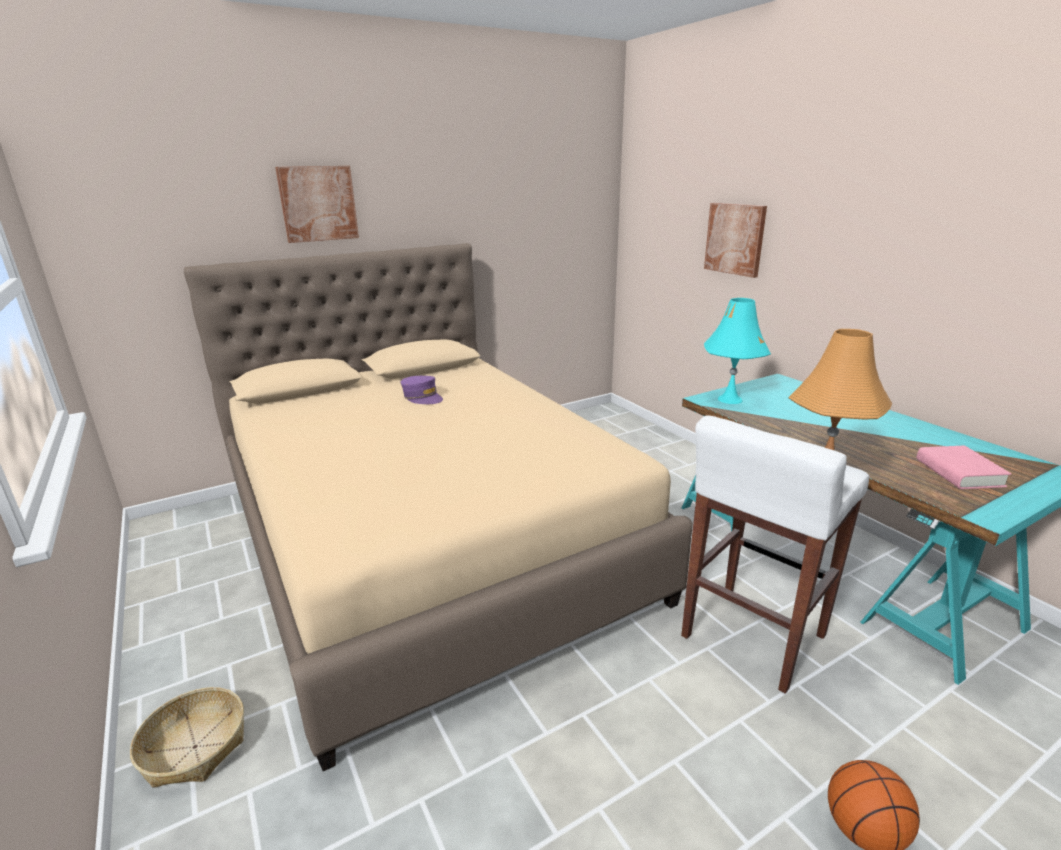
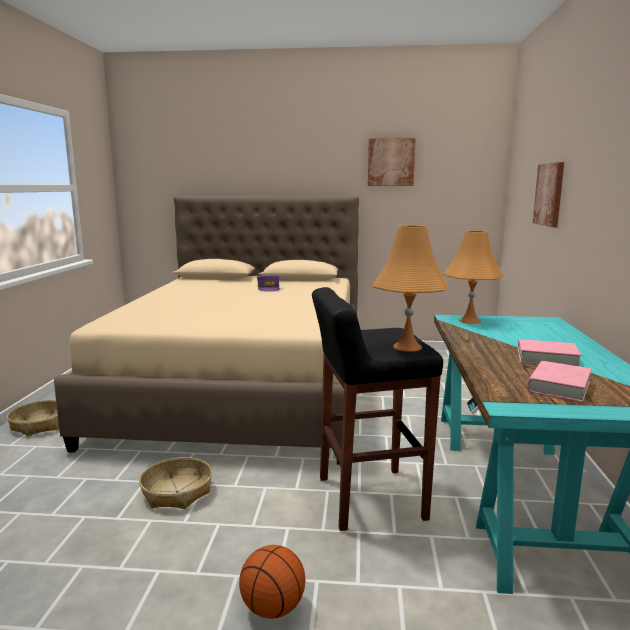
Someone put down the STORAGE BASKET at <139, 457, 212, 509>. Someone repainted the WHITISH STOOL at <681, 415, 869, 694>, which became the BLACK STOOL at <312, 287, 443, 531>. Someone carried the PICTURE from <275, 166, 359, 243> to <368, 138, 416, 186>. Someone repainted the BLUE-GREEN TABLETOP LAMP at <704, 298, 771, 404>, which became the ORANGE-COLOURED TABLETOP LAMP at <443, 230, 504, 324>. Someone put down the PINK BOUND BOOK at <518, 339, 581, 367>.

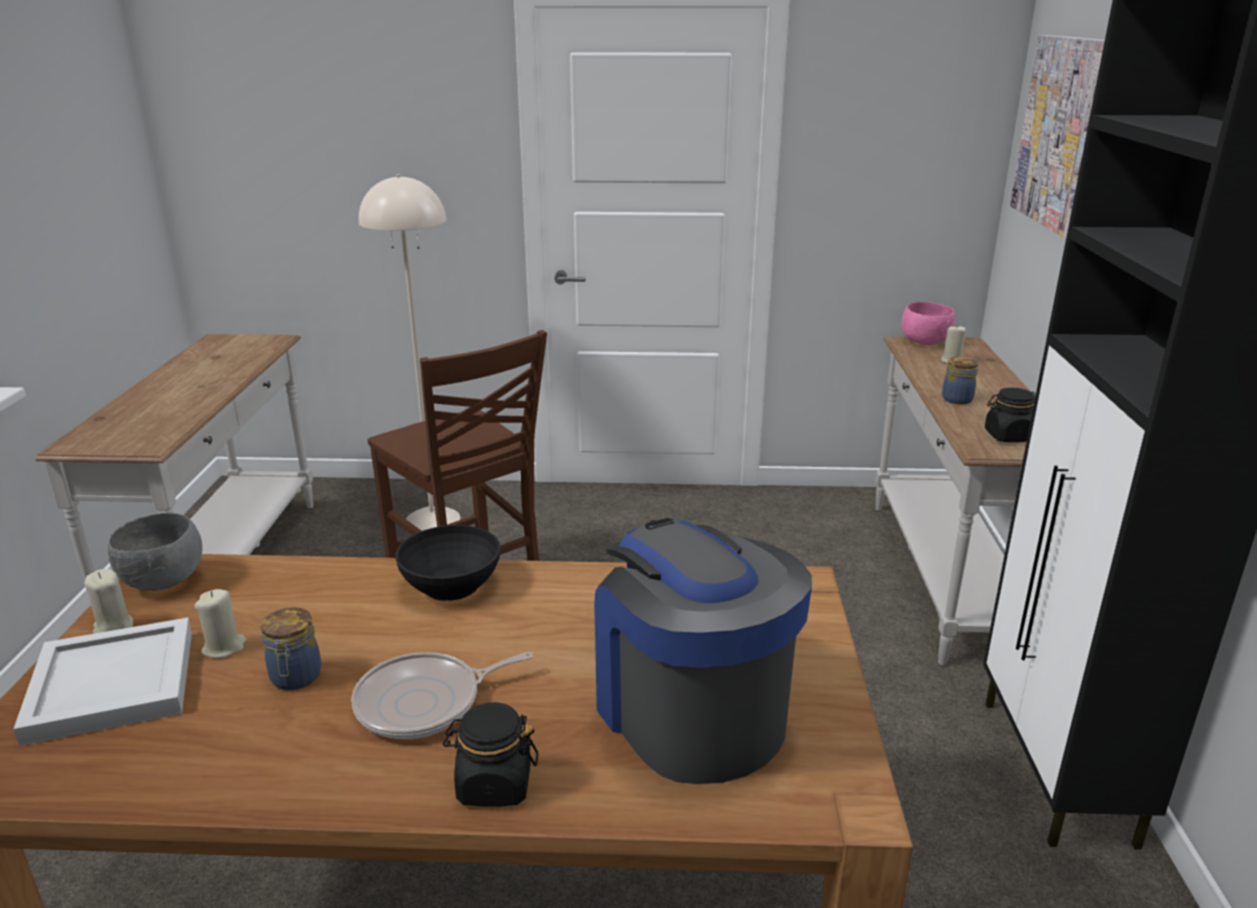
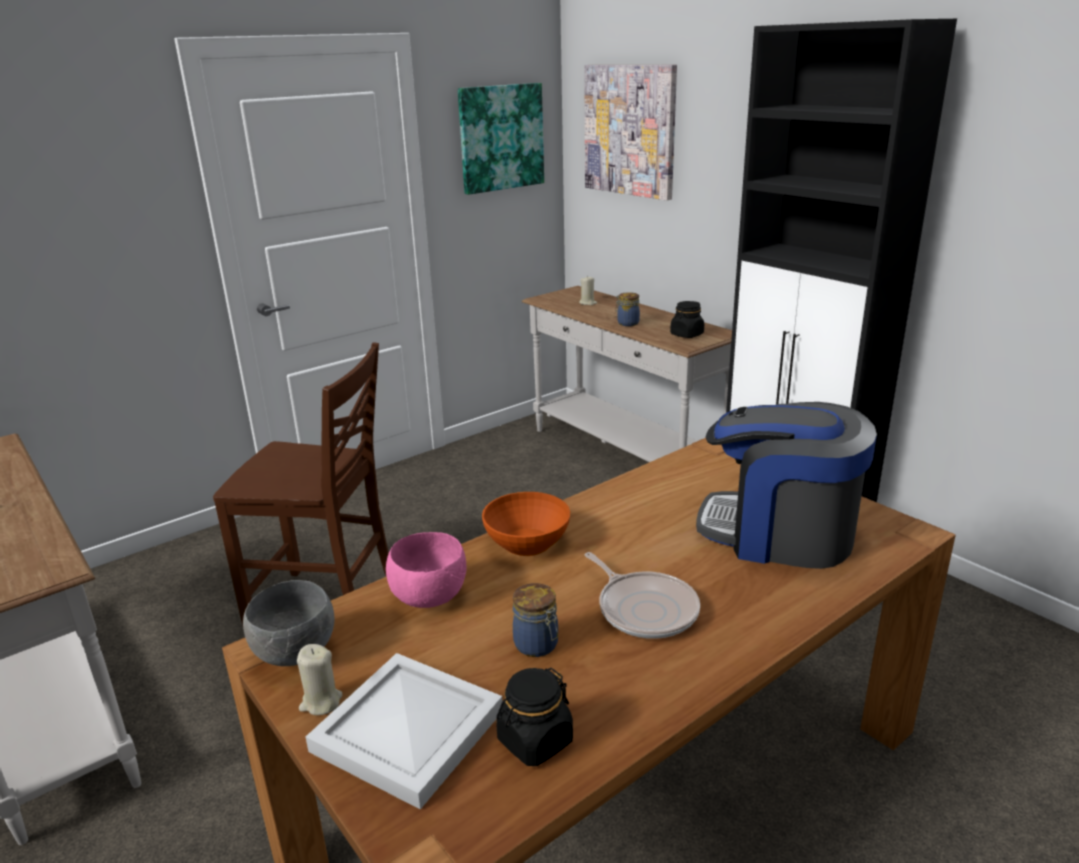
Someone carried the PINK SERVING BOWL from <901, 302, 955, 345> to <386, 532, 467, 608>. Someone put up the PICTURE at <458, 83, 544, 195>. Someone repainted the BLACK SERVING BOWL at <395, 525, 501, 601>, which became the ORANGE-COLOURED SERVING BOWL at <482, 492, 570, 556>. Someone carried the BLACK PRESERVE JAR from <443, 702, 539, 806> to <496, 668, 573, 766>. Someone rotated the PAN at <351, 652, 533, 739> by 60 degrees counterclockwise. Someone took away the BEIGE-COLOURED CANDLE at <195, 589, 246, 658>. Someone took away the BEIGE-COLOURED STANDING LAMP at <359, 174, 460, 531>.

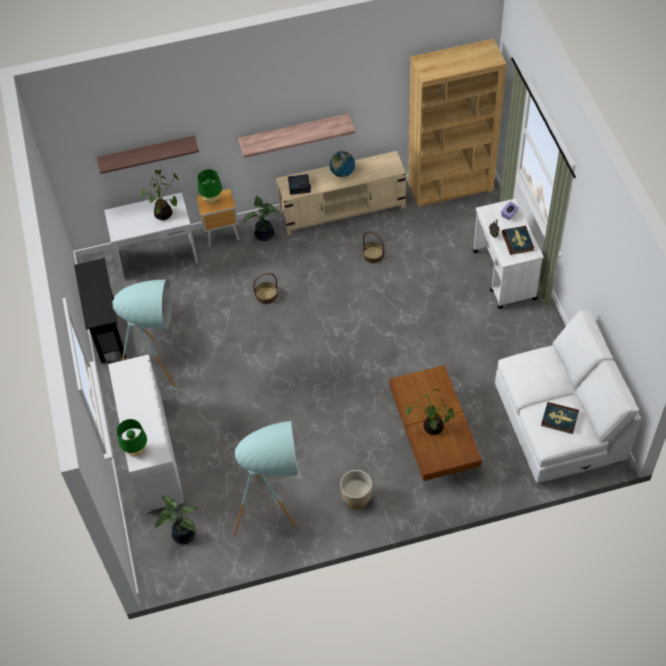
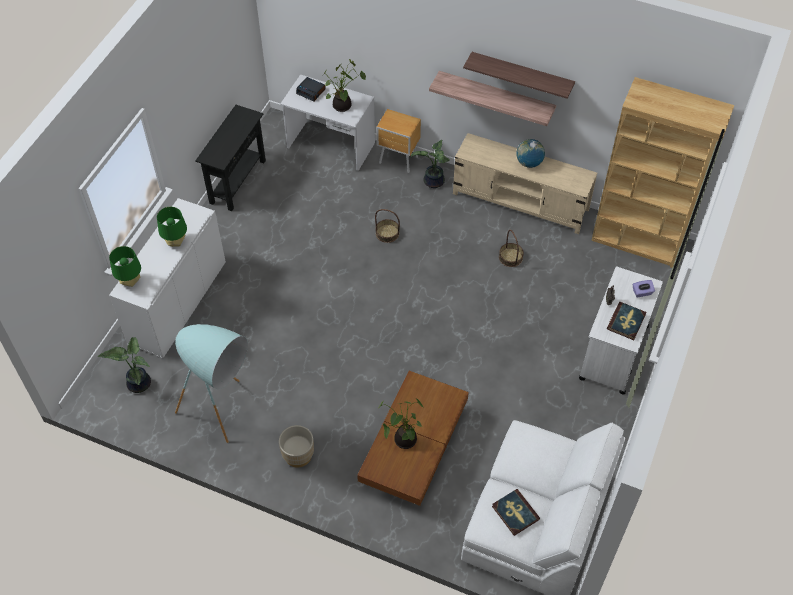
Someone carried the GREEN TABLETOP LAMP from <198, 169, 222, 205> to <157, 207, 187, 247>. Someone carried the BEDSIDE CLOCK from <288, 174, 311, 195> to <296, 77, 326, 101>. Someone carried the WALL SHELF from <97, 136, 199, 174> to <463, 52, 575, 99>. Someone took away the BLUE-GREEN STANDING LAMP at <112, 280, 175, 387>.

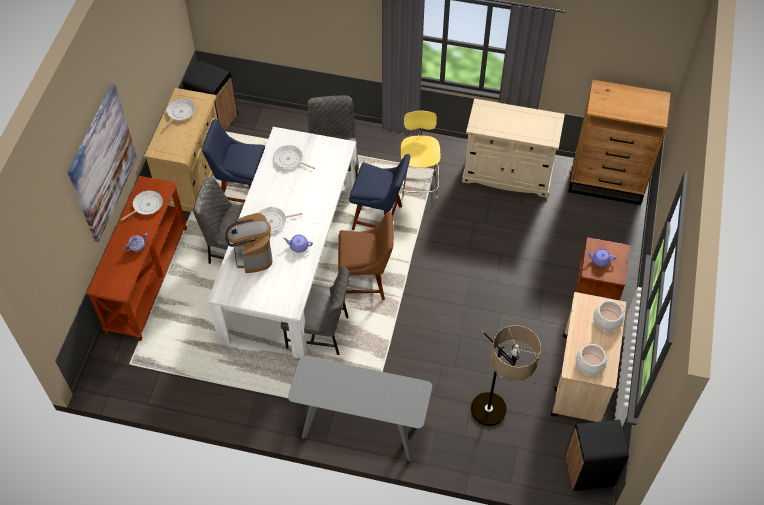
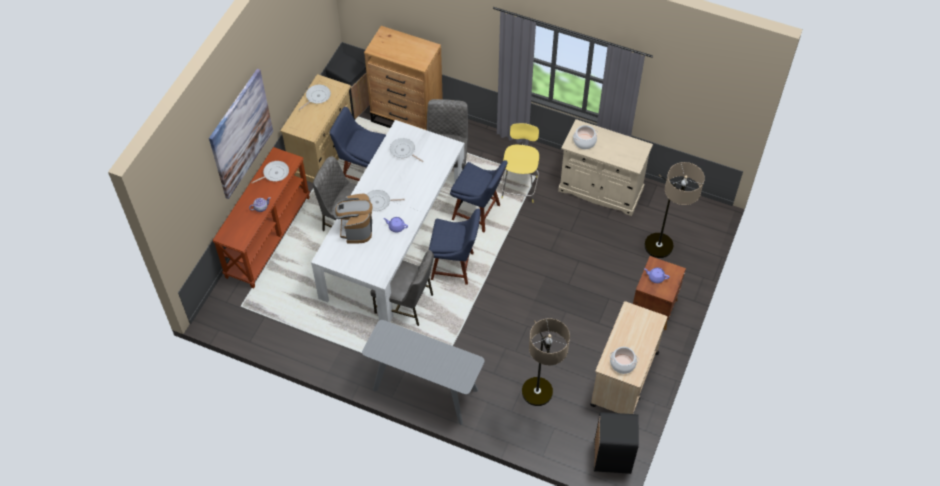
Someone carried the BROWNISH CHEST OF DRAWERS from <568, 80, 671, 205> to <364, 26, 443, 130>. Someone repainted the BROWNISH PLAIN CHAIR at <338, 212, 394, 301>, which became the BLUISH PLAIN CHAIR at <429, 209, 481, 285>. Someone carried the STOCKPOT from <593, 301, 625, 331> to <573, 125, 598, 149>. Someone put down the STANDING LAMP at <644, 162, 705, 258>.

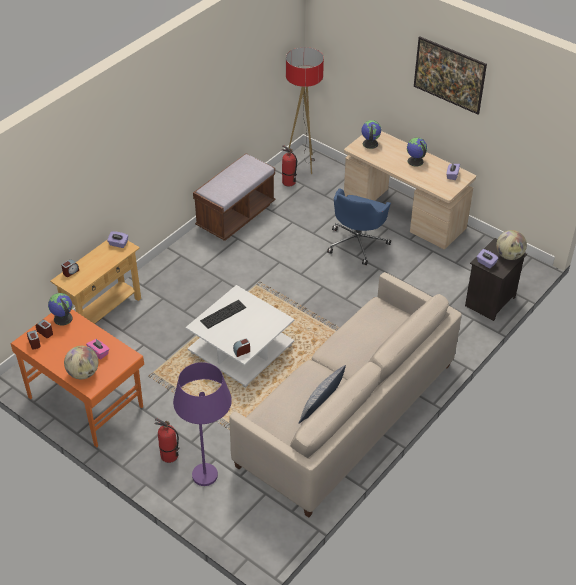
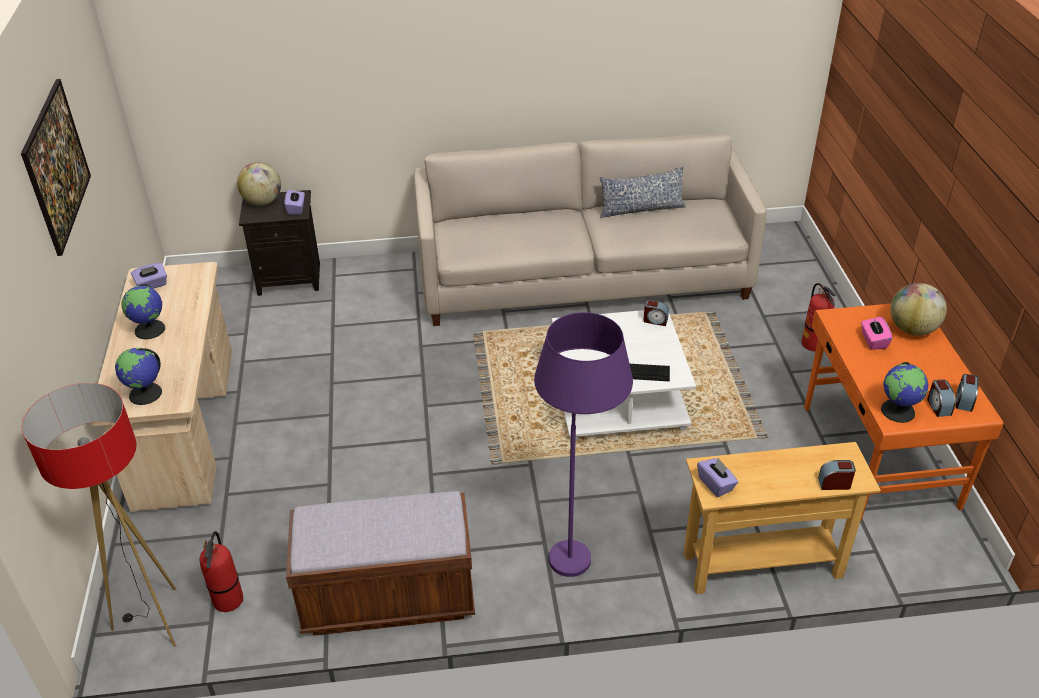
Someone carried the PURPLE-COLOURED STANDING LAMP from <173, 362, 232, 486> to <534, 312, 633, 577>. Someone took away the BLUISH OFFICE CHAIR at <327, 188, 391, 265>.

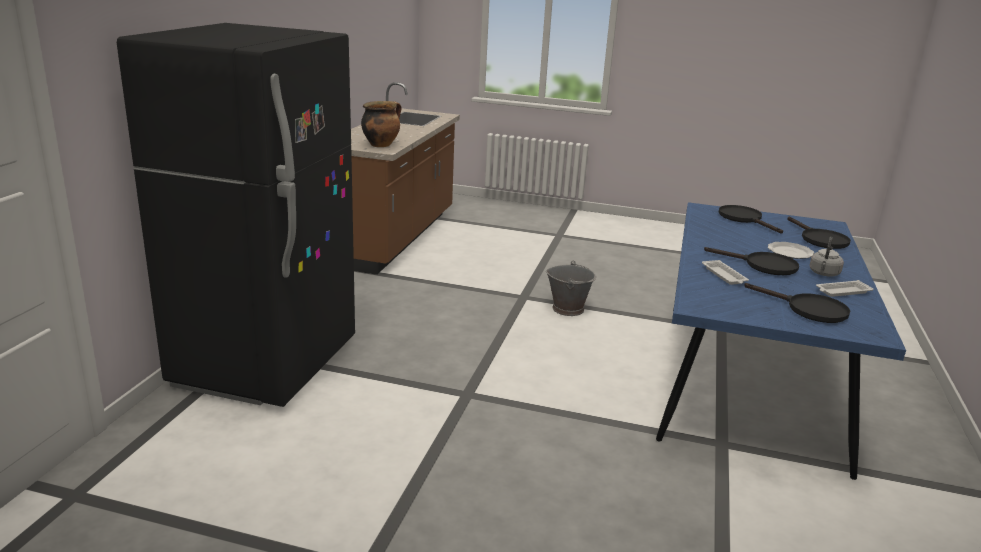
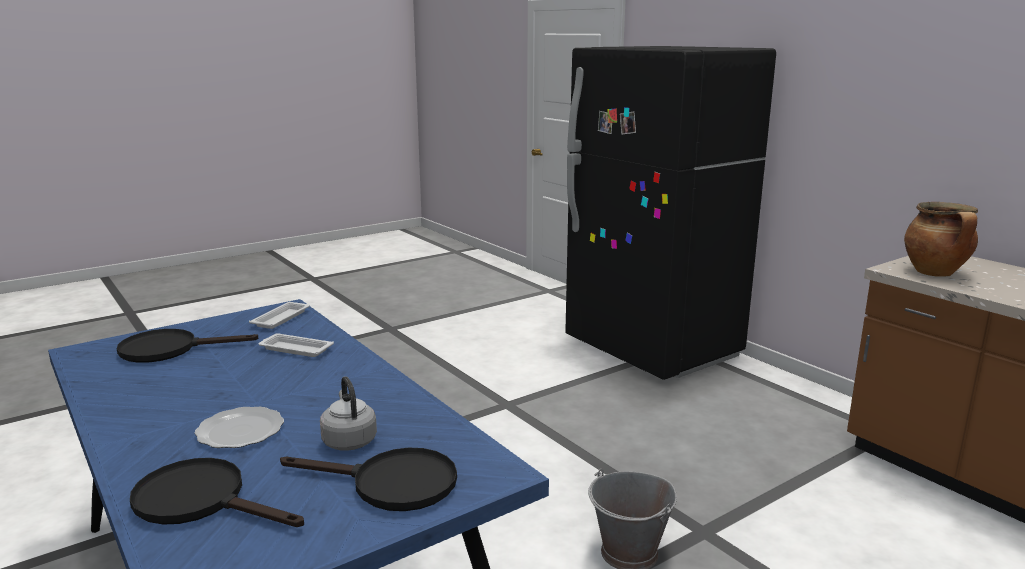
Someone carried the WHITISH CARRYING TRAY from <816, 280, 874, 297> to <249, 302, 310, 329>. Someone carried the GRAY WATER KETTLE from <810, 237, 844, 277> to <320, 376, 377, 451>. Someone took away the BLACK PAN at <704, 247, 799, 275>.

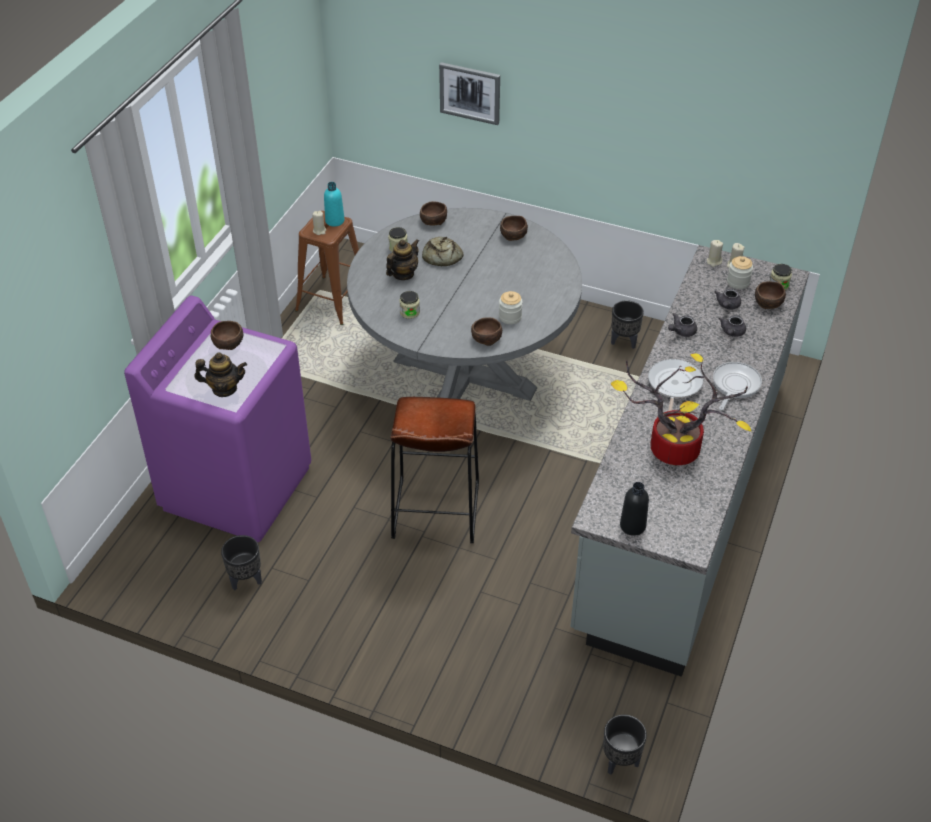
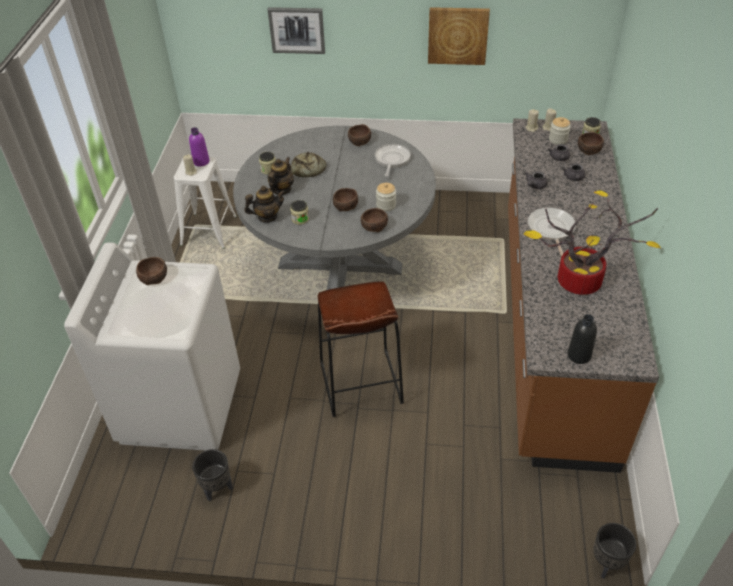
Someone repainted the PURPLE-COLOURED LAUNDRY APPLIANCE at <124, 296, 311, 542>, which became the WHITISH LAUNDRY APPLIANCE at <64, 242, 240, 451>. Someone repainted the BROWNISH STOOL at <295, 211, 359, 325>, which became the WHITISH STOOL at <174, 157, 237, 249>. Someone repainted the BLUE-GREEN BOTTLE at <324, 182, 345, 227>, which became the PURPLE-COLOURED BOTTLE at <189, 127, 209, 166>. Someone carried the TEA POT from <194, 352, 247, 397> to <244, 186, 285, 223>. Someone carried the BROWNISH SERVING BOWL from <420, 201, 447, 226> to <333, 188, 358, 211>. Someone carried the PAN from <713, 362, 762, 410> to <375, 144, 411, 177>. Someone put up the PICTURE at <428, 7, 490, 65>. Someone repainted the GRAY COUNTER at <570, 245, 809, 677>, which became the BROWNISH COUNTER at <508, 119, 659, 473>. Someone took away the BLACK PLANTER at <611, 300, 644, 349>.

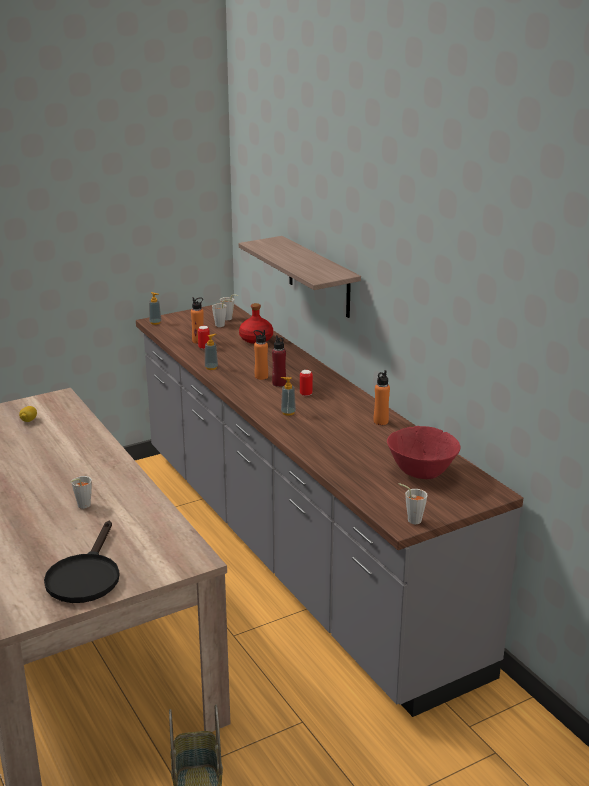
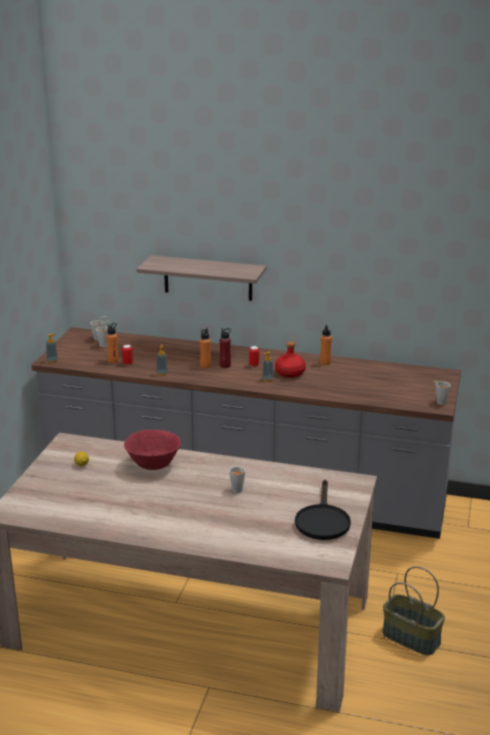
Someone carried the REDDISH SERVING BOWL from <387, 426, 461, 479> to <124, 430, 181, 470>. Someone carried the REDDISH BOTTLE from <239, 303, 273, 344> to <275, 342, 306, 378>. Someone rotated the BLACK PAN at <44, 521, 120, 603> by 45 degrees clockwise.

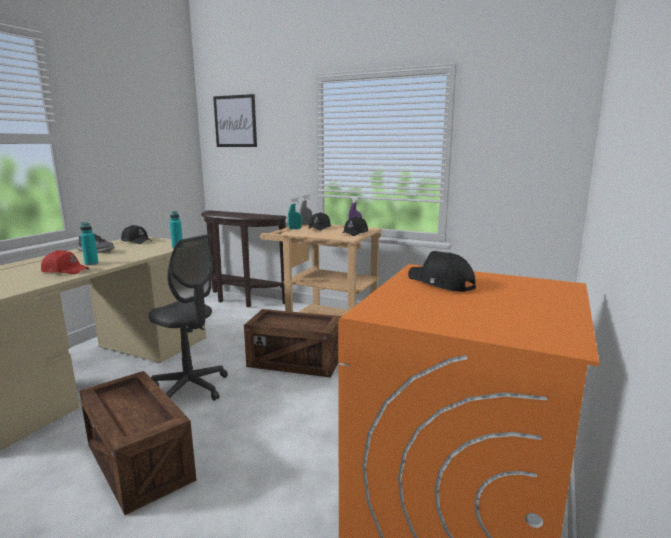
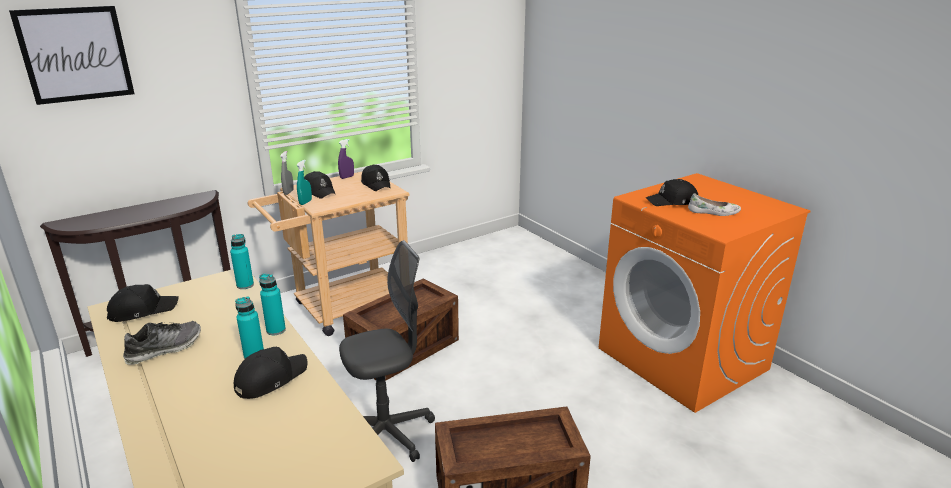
Someone repainted the REDDISH CAP at <41, 250, 89, 274>, which became the BLACK CAP at <234, 347, 307, 399>. Someone put down the BLUE-GREEN BOTTLE at <259, 274, 286, 335>. Someone put down the WHITISH LOW SHOE at <688, 193, 741, 216>.

